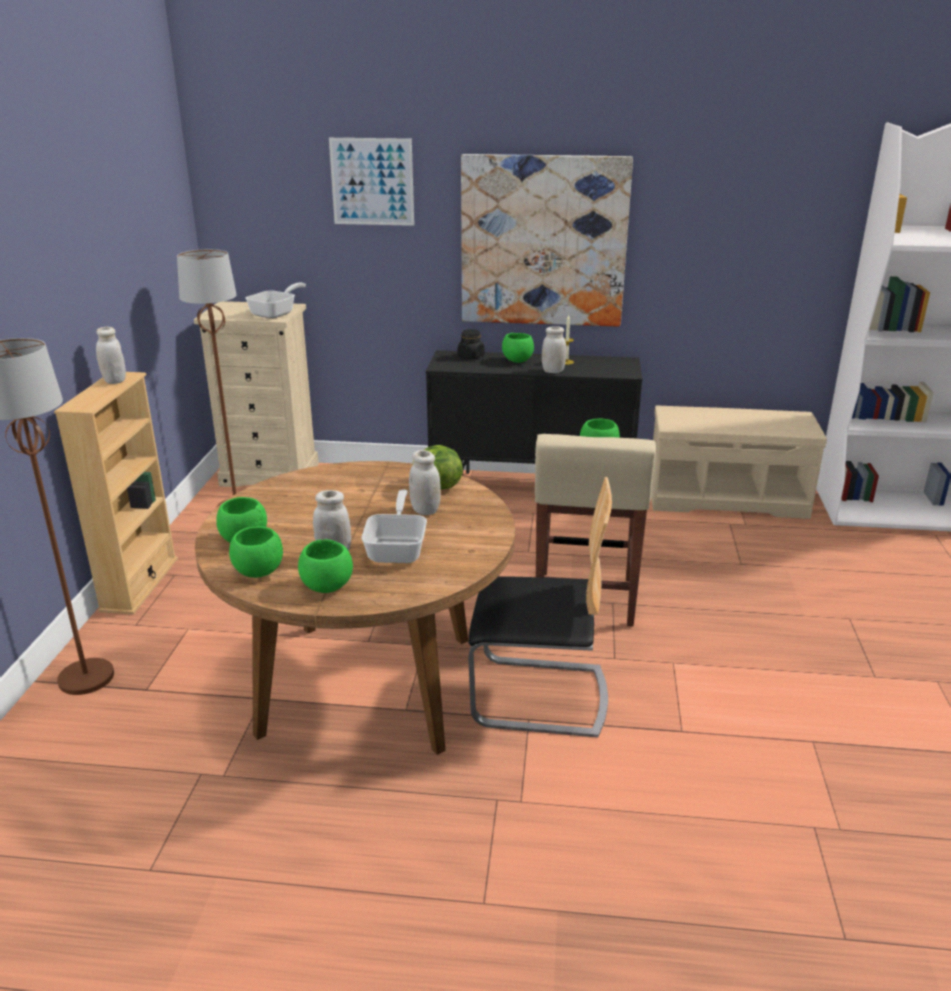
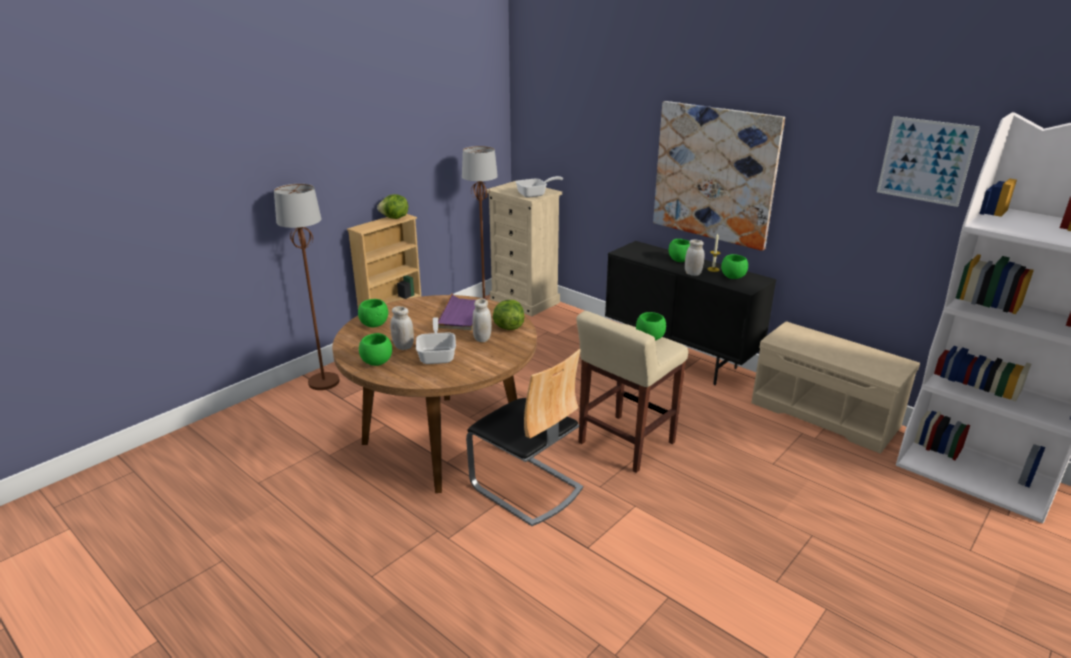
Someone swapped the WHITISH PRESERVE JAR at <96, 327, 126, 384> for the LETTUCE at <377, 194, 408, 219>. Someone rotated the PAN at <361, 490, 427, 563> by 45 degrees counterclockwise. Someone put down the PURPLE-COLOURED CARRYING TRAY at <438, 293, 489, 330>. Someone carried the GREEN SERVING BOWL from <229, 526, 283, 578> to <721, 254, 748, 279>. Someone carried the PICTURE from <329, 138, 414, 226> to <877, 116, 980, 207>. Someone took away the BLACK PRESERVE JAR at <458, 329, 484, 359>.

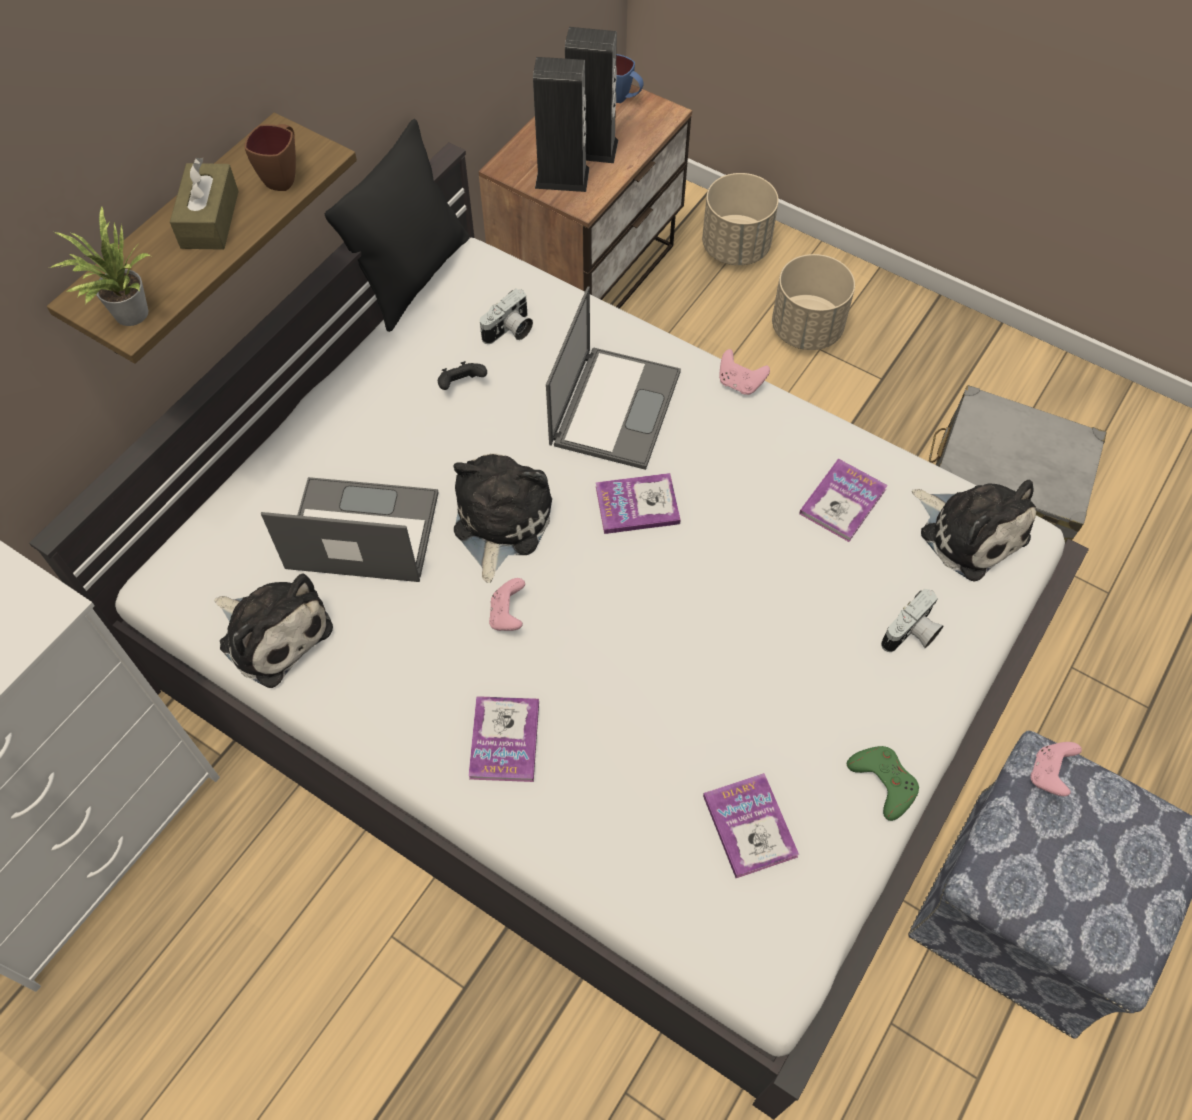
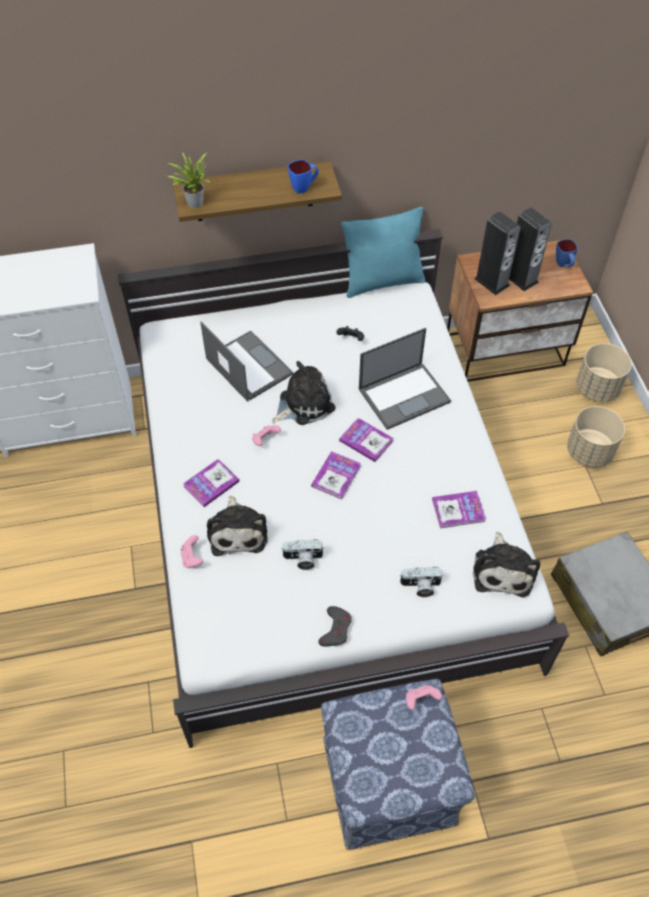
Someone carried the PINK GAME CONTROLLER from <719, 349, 770, 395> to <181, 535, 203, 568>. Someone carried the PLUSH TOY from <214, 573, 333, 688> to <207, 496, 268, 556>. Someone carried the STILL CAMERA from <480, 289, 533, 344> to <281, 539, 324, 570>. Someone repainted the BROWNISH TEA MUG at <244, 124, 296, 191>, which became the BLUISH TEA MUG at <288, 159, 319, 194>. Someone carried the BOUND BOOK from <703, 773, 799, 878> to <311, 451, 361, 499>. Someone repainted the GREEN GAME CONTROLLER at <847, 746, 919, 821>, which became the GRAY GAME CONTROLLER at <318, 606, 352, 647>. Someone repainted the BLACK CUSHION at <325, 119, 470, 332>, which became the BLUE-GREEN CUSHION at <341, 207, 426, 298>. Someone took away the BROWNISH BOX OF TISSUES at <170, 158, 239, 250>.

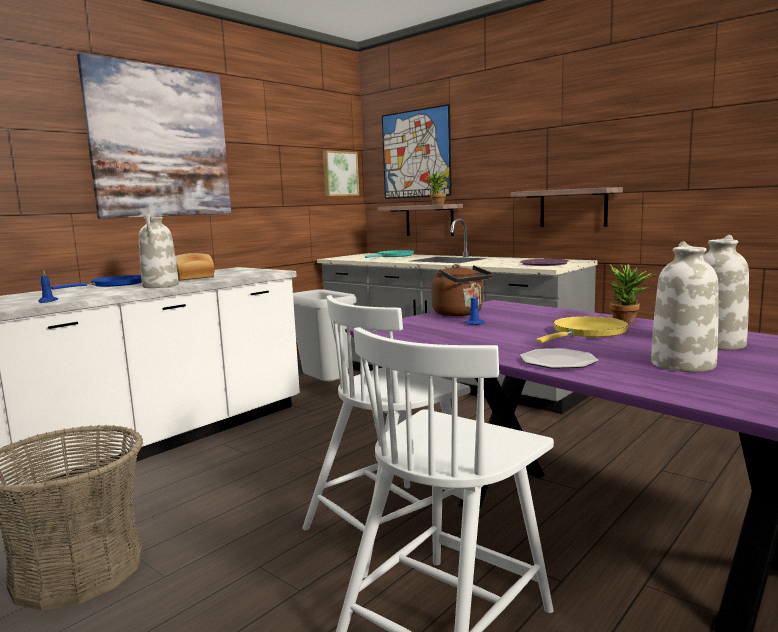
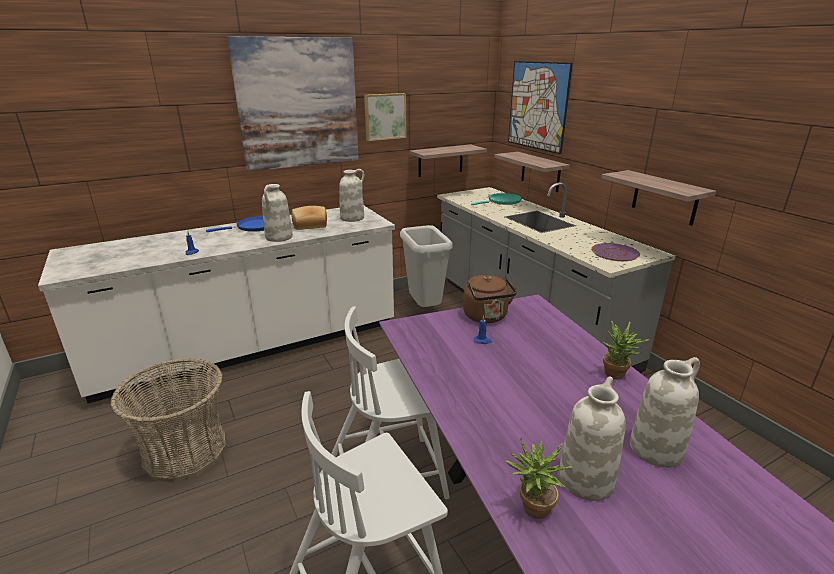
Someone put down the WHITISH FLOWER VASE at <339, 169, 365, 222>. Someone carried the PICTURE from <323, 150, 359, 196> to <364, 93, 406, 141>. Someone put up the WALL SHELF at <409, 144, 487, 177>. Someone carried the POTTED PLANT from <423, 171, 448, 205> to <505, 438, 573, 519>. Someone took away the DINNER PLATE at <520, 348, 599, 369>. Someone took away the YELLOWISH PAN at <536, 316, 629, 343>.

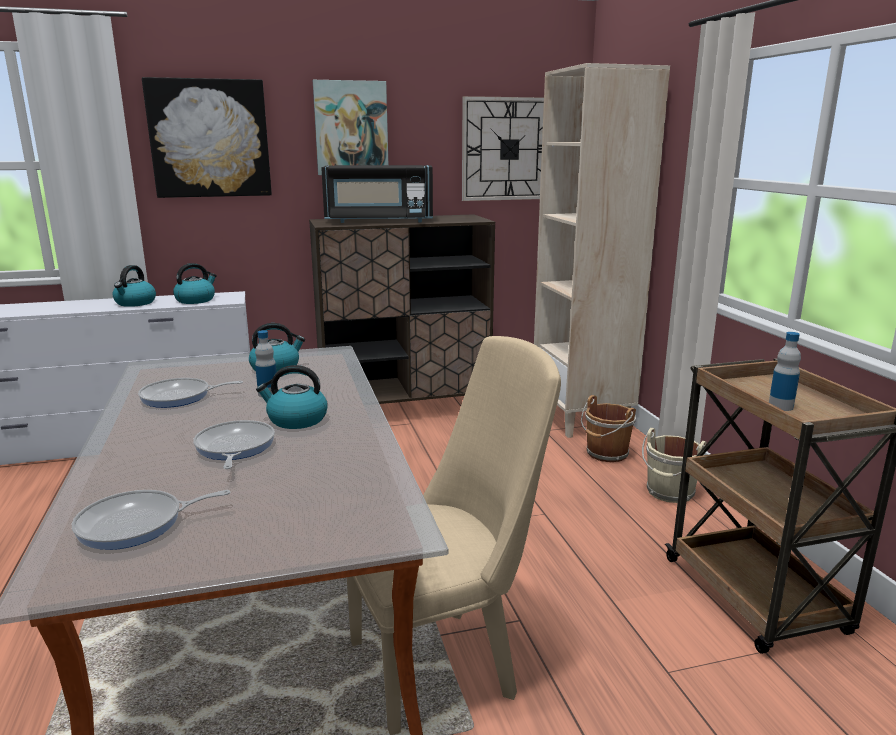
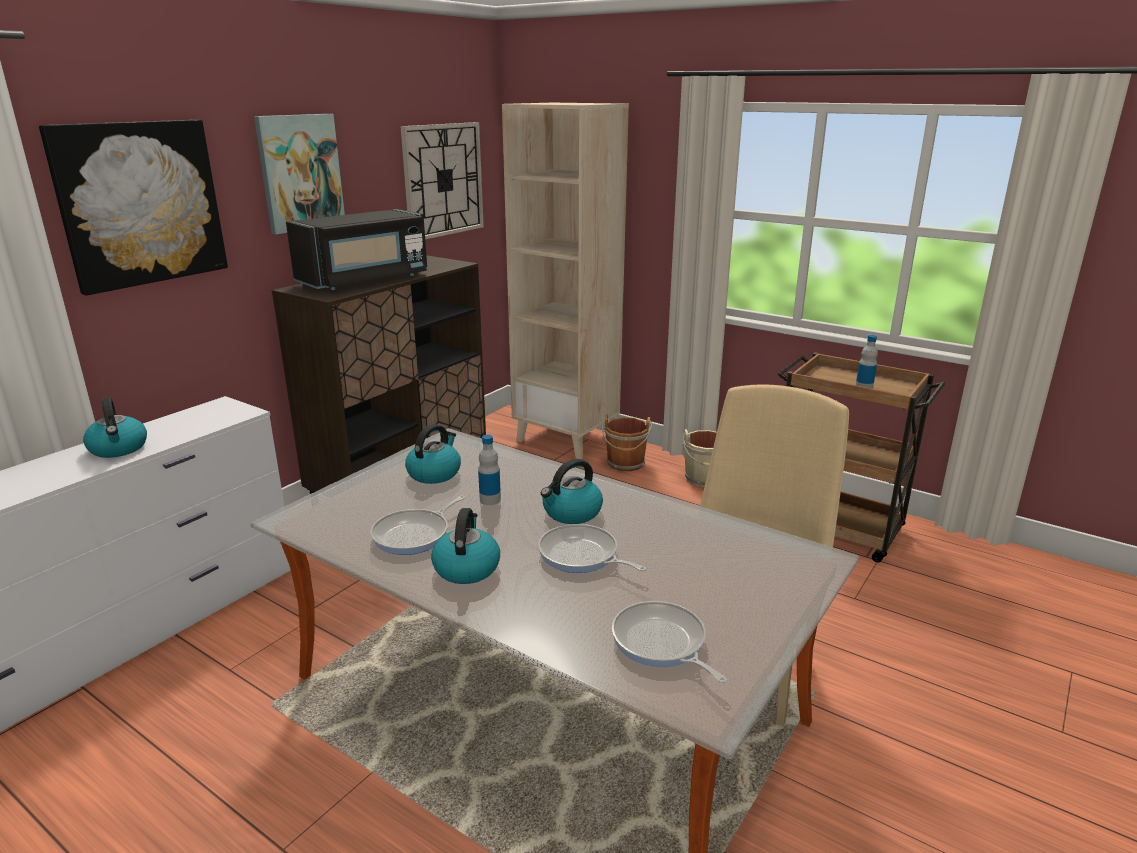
Someone carried the WATER KETTLE from <173, 263, 217, 304> to <431, 508, 500, 584>. Someone rotated the PAN at <72, 490, 230, 550> by 120 degrees clockwise.

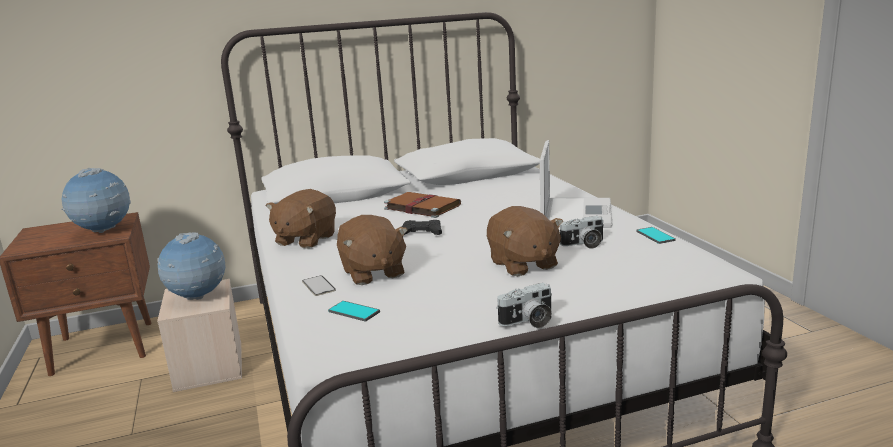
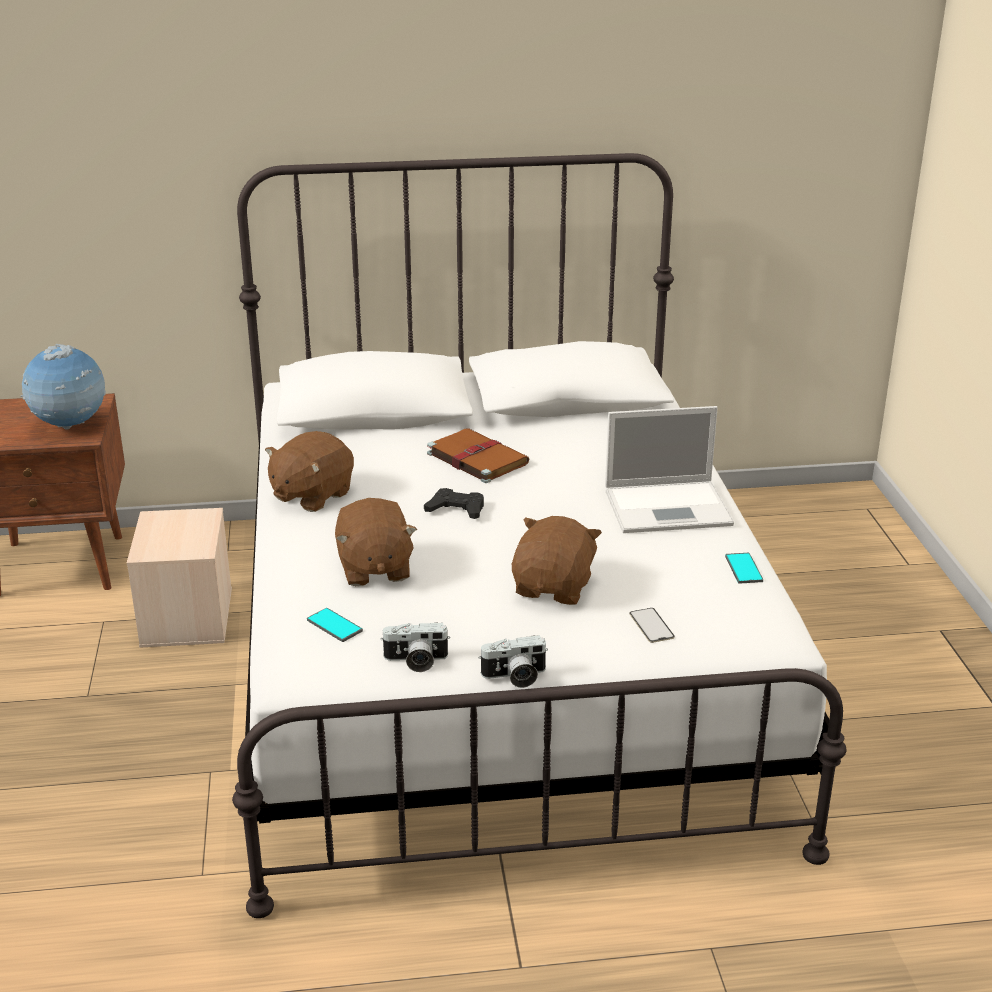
Someone carried the STILL CAMERA from <559, 216, 604, 249> to <380, 622, 450, 672>. Someone rotated the BROWNISH PLUSH TOY at <487, 206, 563, 276> by 150 degrees counterclockwise. Someone rotated the PORTABLE COMPUTER at <540, 140, 612, 228> by 60 degrees clockwise. Someone carried the PHONE from <302, 275, 336, 296> to <629, 608, 675, 643>. Someone took away the DESK GLOBE at <157, 232, 226, 300>.

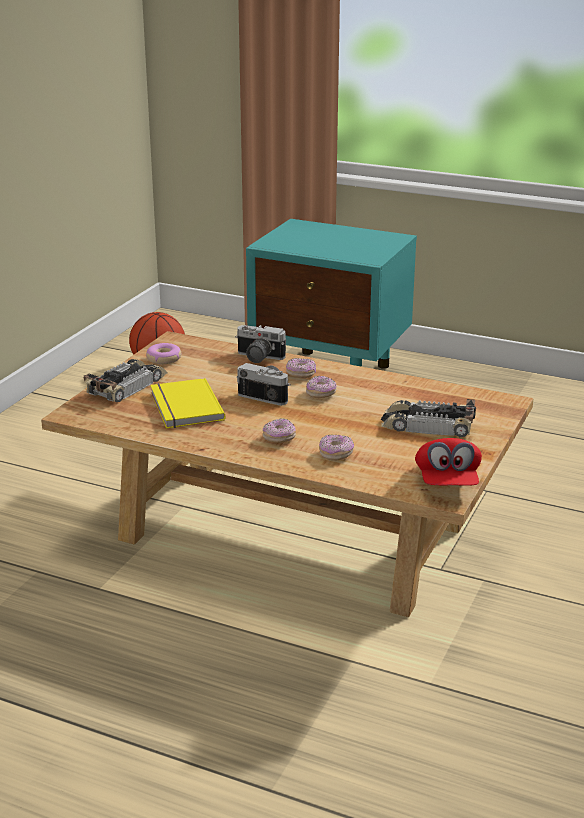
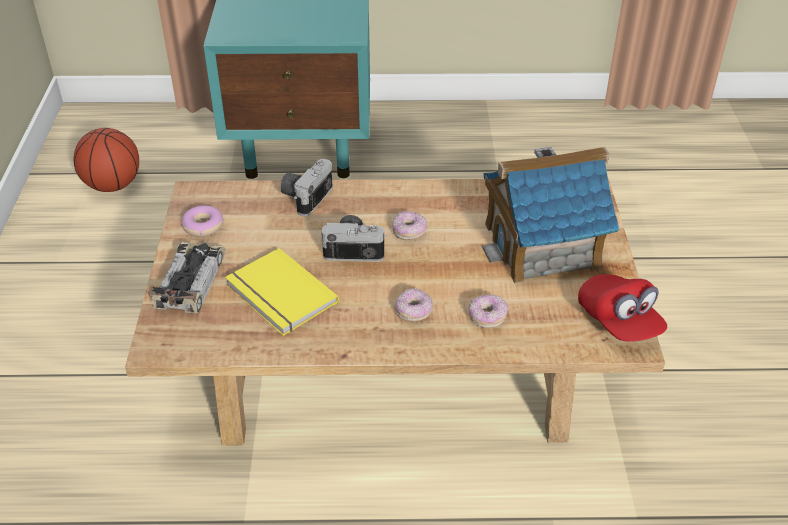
Someone rotated the STILL CAMERA at <235, 325, 286, 363> by 120 degrees clockwise. Someone swapped the MINIATURE CAR at <381, 399, 476, 437> for the TOY HOUSE at <482, 147, 620, 284>. Someone took away the DONUT at <286, 358, 316, 378>.

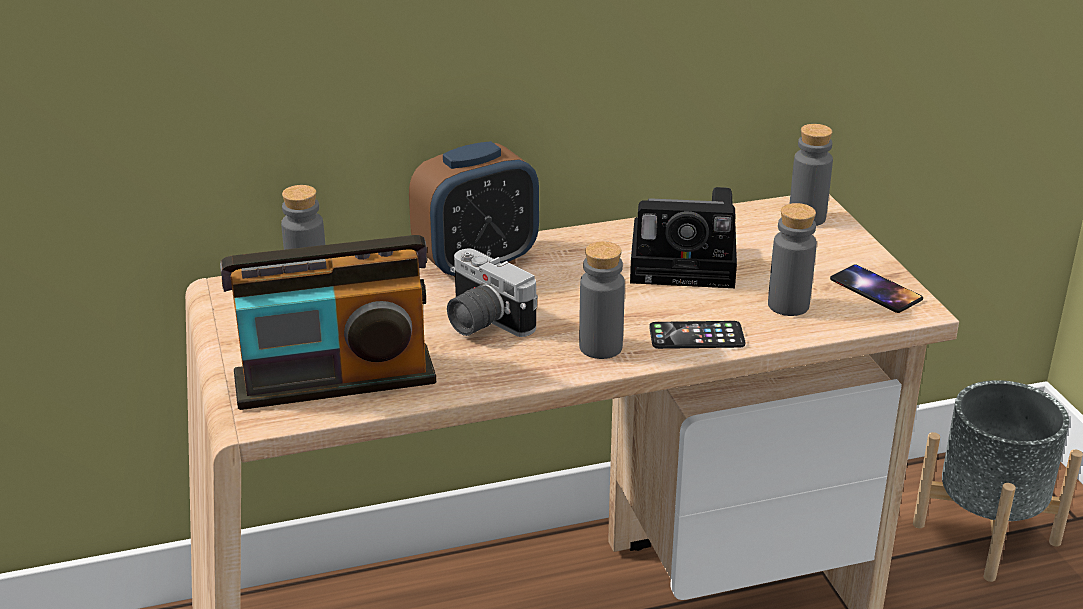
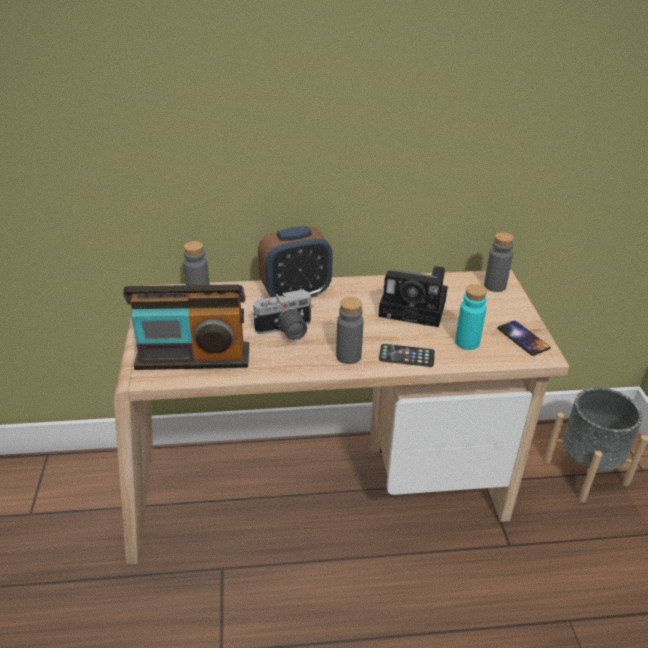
Someone rotated the STILL CAMERA at <447, 249, 538, 337> by 75 degrees counterclockwise. Someone repainted the GRAY BOTTLE at <768, 203, 817, 316>, which became the BLUE-GREEN BOTTLE at <455, 284, 487, 350>.

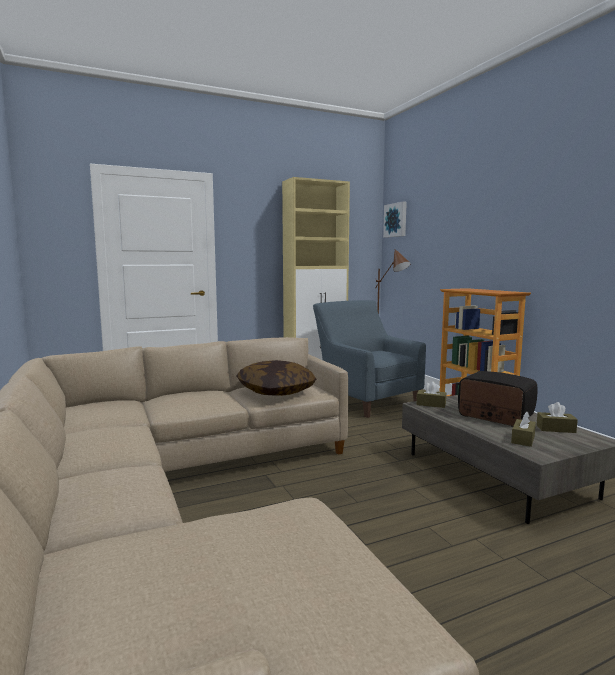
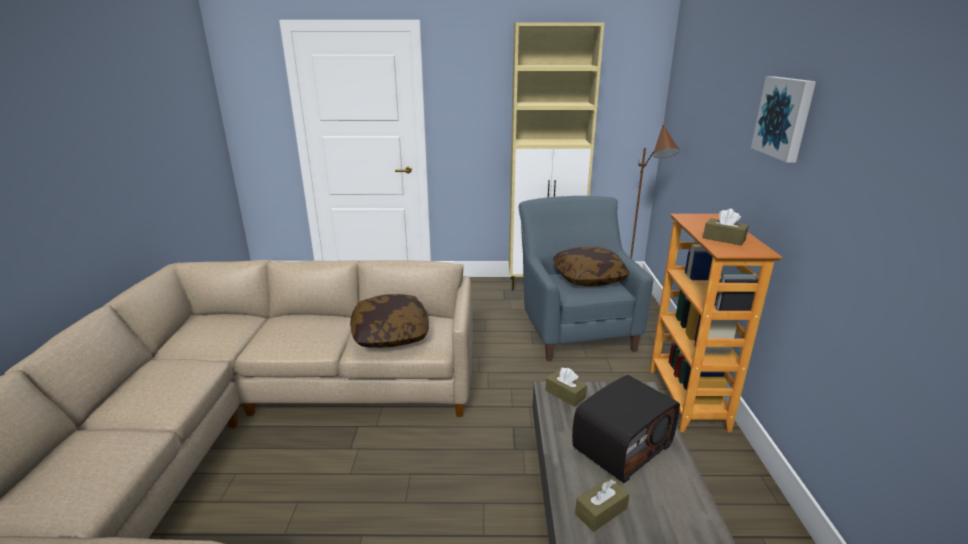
Someone put down the CUSHION at <553, 247, 629, 286>. Someone rotated the RADIO at <458, 371, 537, 427> by 75 degrees clockwise. Someone carried the BROWNISH BOX OF TISSUES from <536, 402, 578, 433> to <703, 209, 749, 245>. Someone carried the PICTURE from <383, 201, 407, 238> to <751, 76, 816, 163>.

